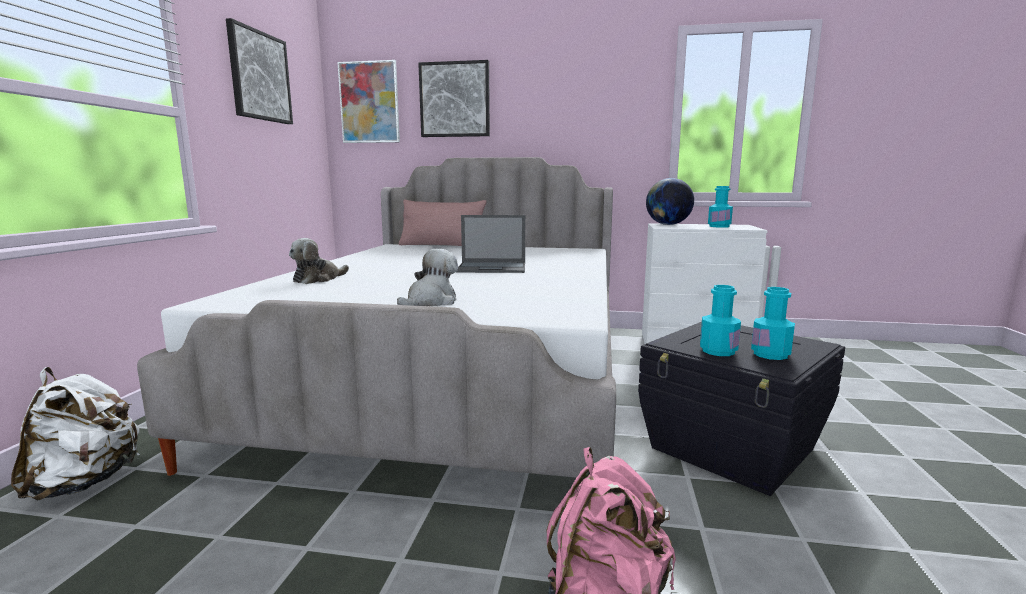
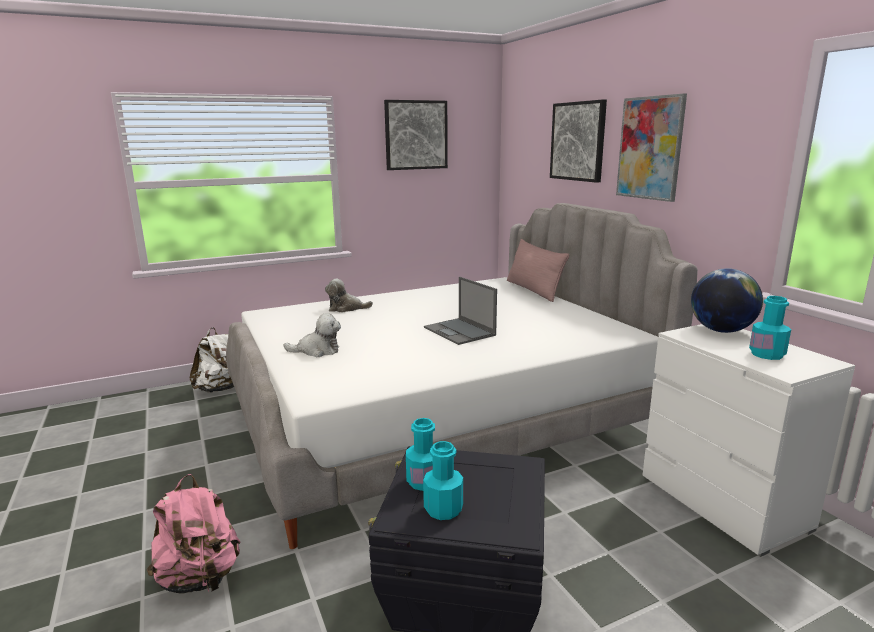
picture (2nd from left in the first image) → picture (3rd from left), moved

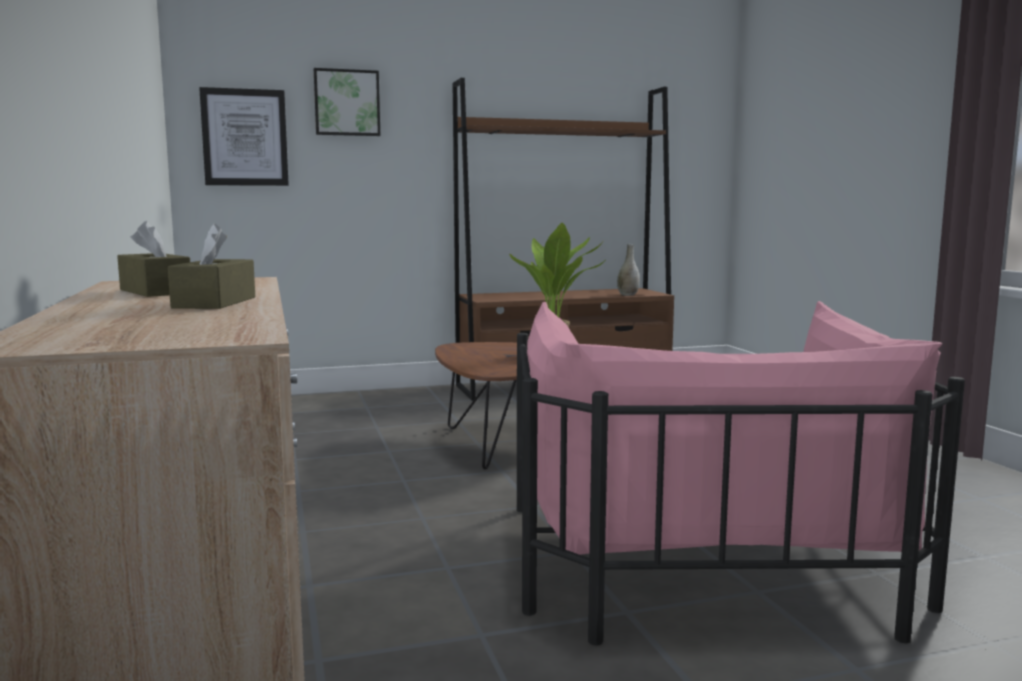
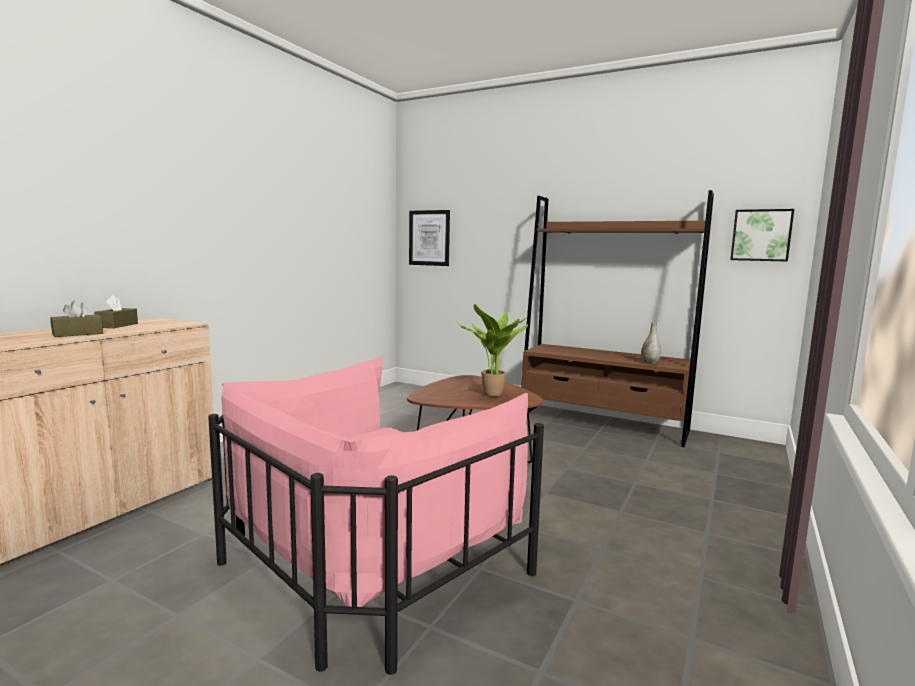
picture (2nd from left), moved

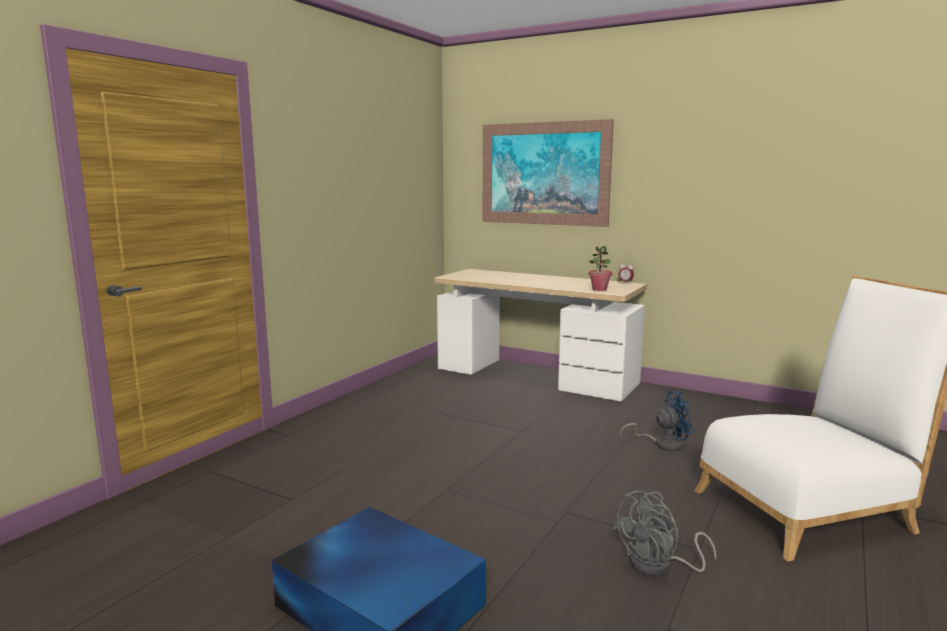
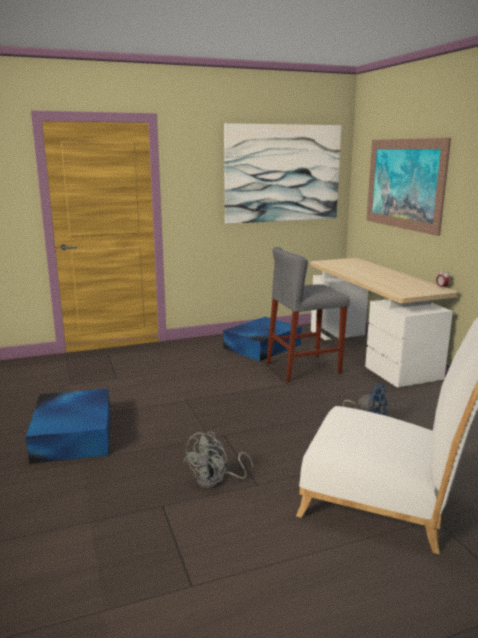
greyish electric fan, 60 degrees counterclockwise
- → bluish storage container (2nd from left)
- → picture (1st from left)
- → greyish stool
potted plant → -

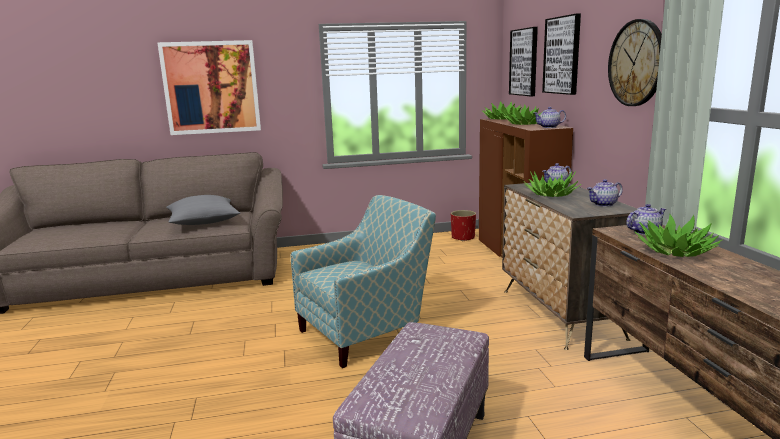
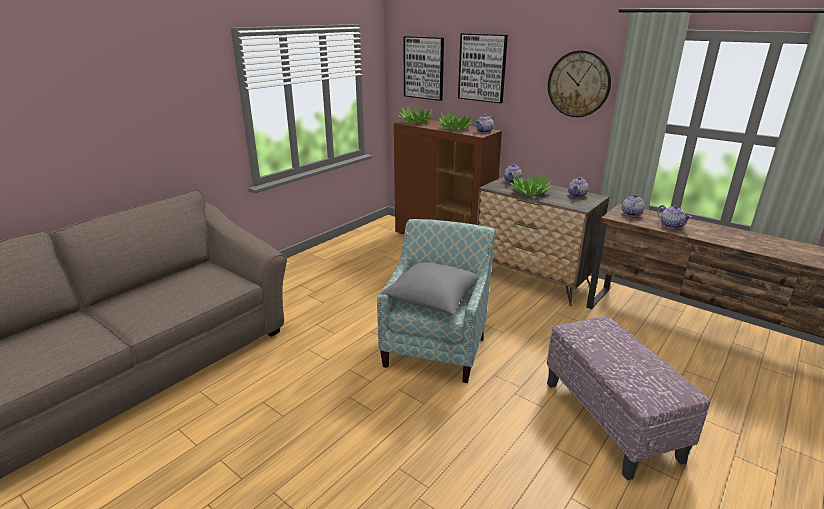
greyish cushion, moved
potted plant (4th from left) → tea pot (5th from left)
picture (1st from left) → -
red flower pot → -

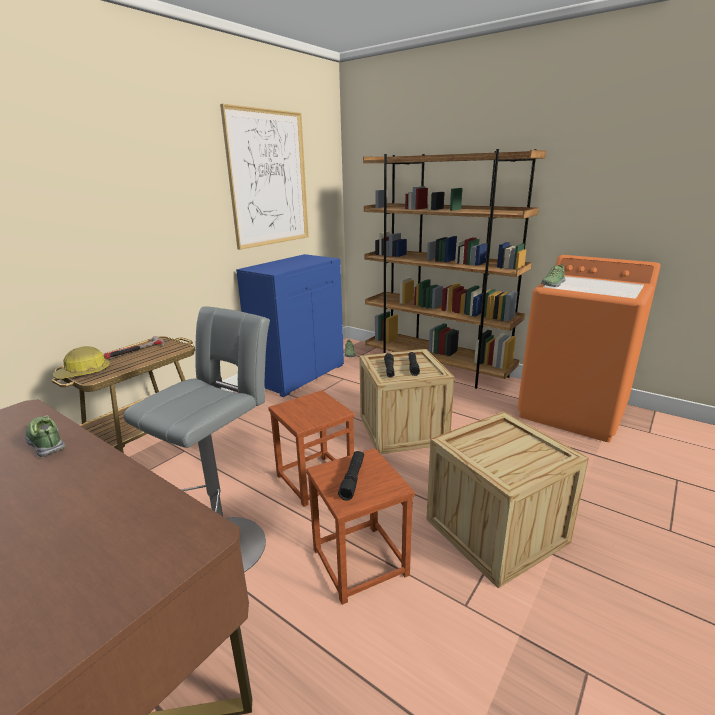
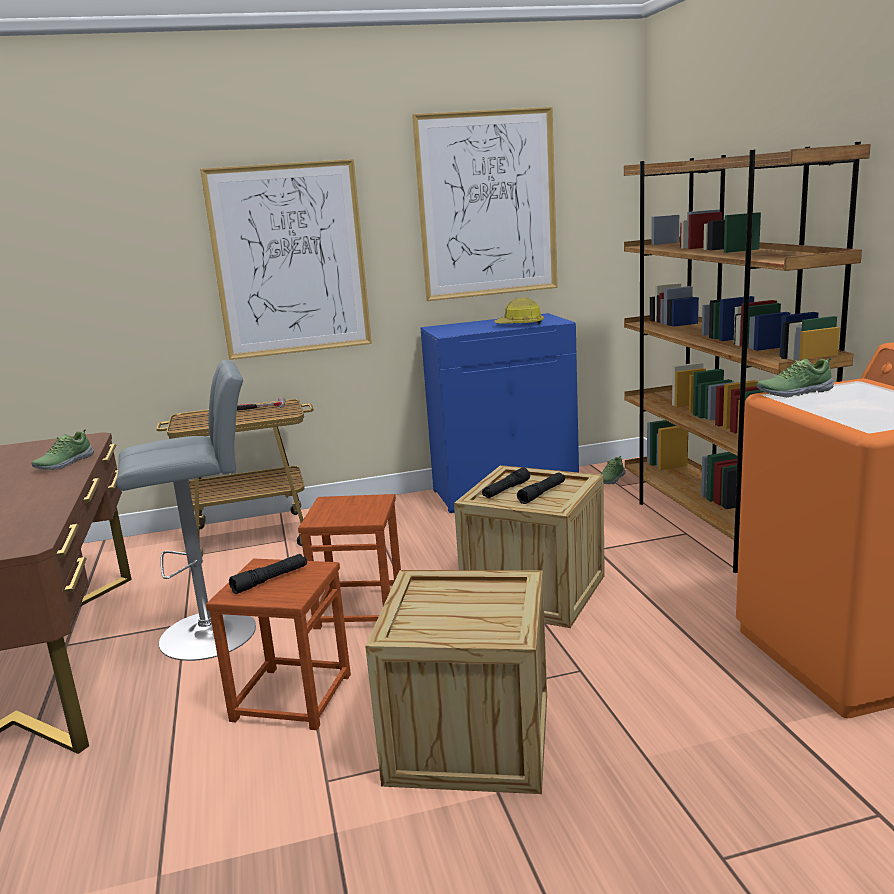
shoe (1st from left), 150 degrees counterclockwise
- → picture (1st from left)
hard hat, moved

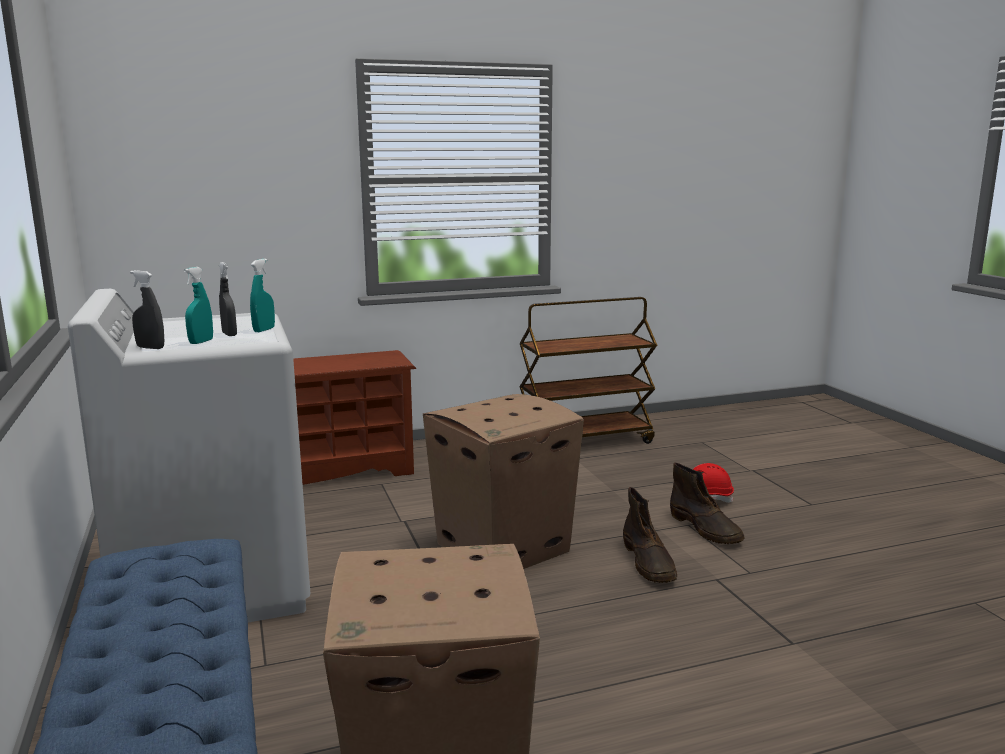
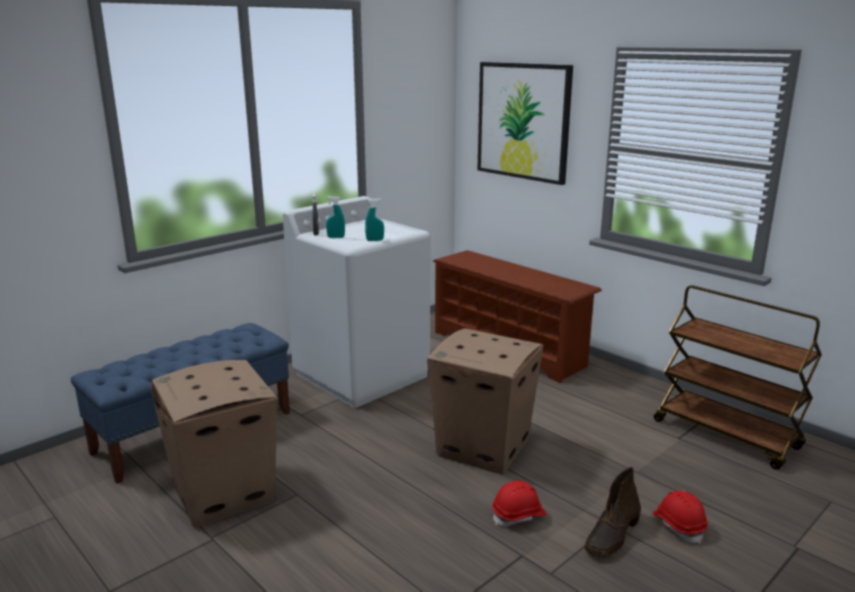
- → picture
brown-coloured boot (1st from left) → red hard hat (1st from left)
greyish spray bottle (2nd from left) → -

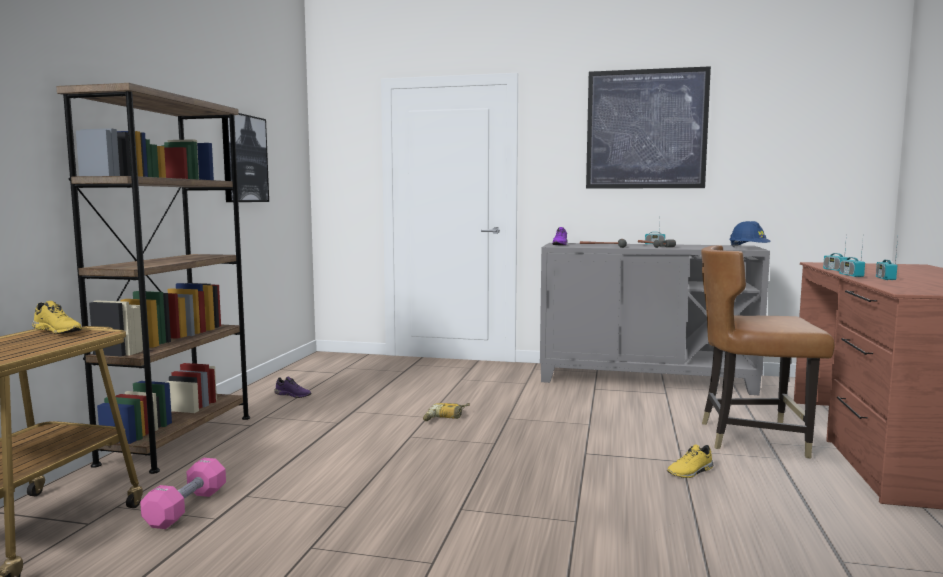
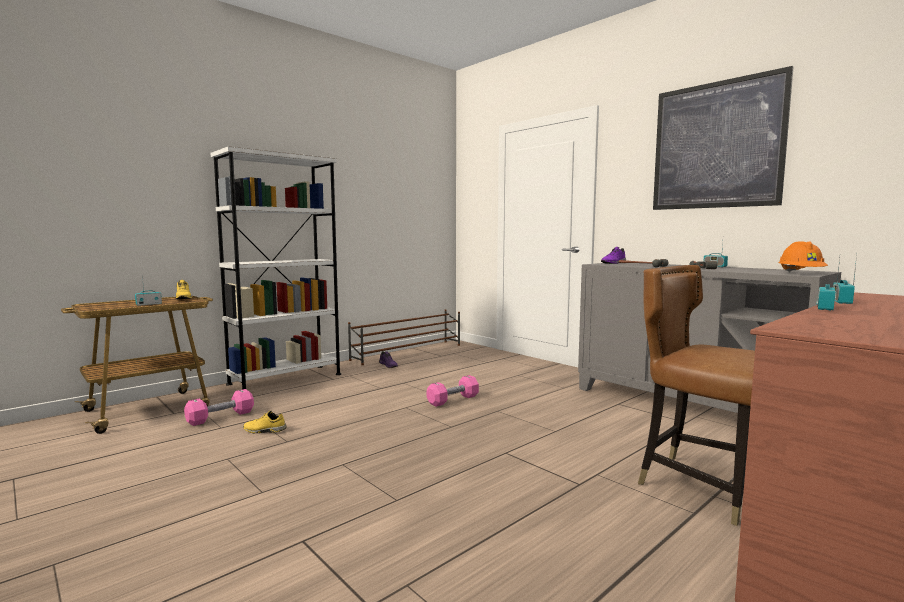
radio (4th from left in the first image) → radio (1st from left), moved
brown-coloured bookcase → white-coloured bookcase
yellowish shoe (2nd from left), moved
- → brown-coloured shoe shelf
electric drill → pink-coloured free weight (2nd from left)
bluish hard hat → orangey hard hat
picture (1st from left) → -

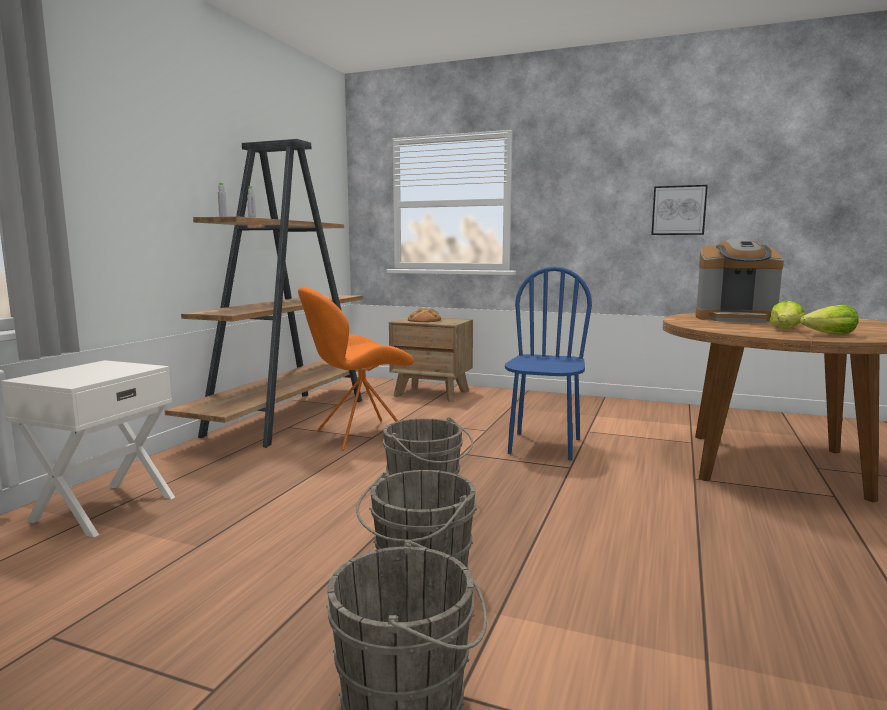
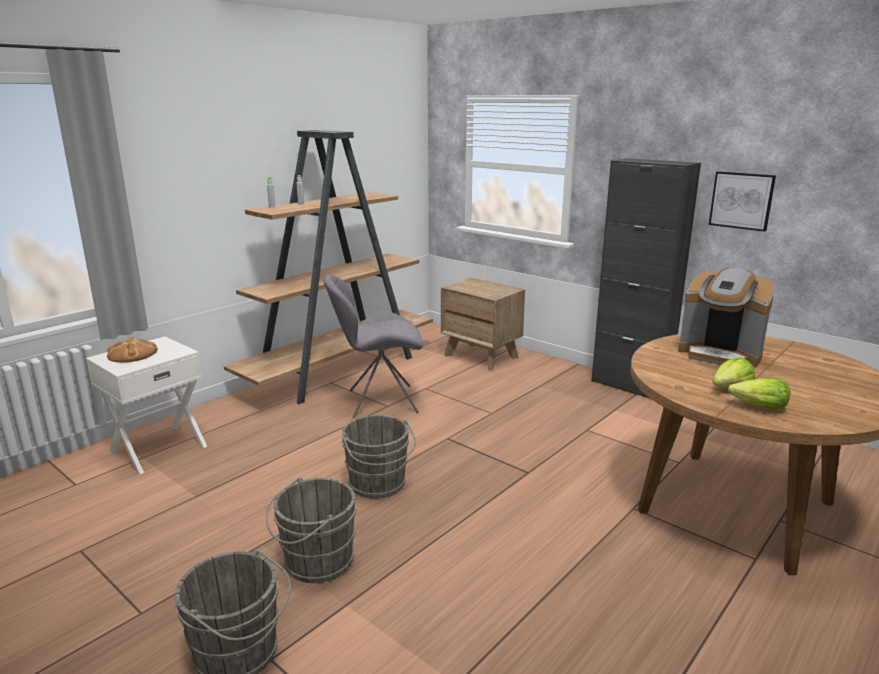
baked bread, moved
orangey chair → greyish chair
- → black-coloured storage cabinet
bluish chair → -

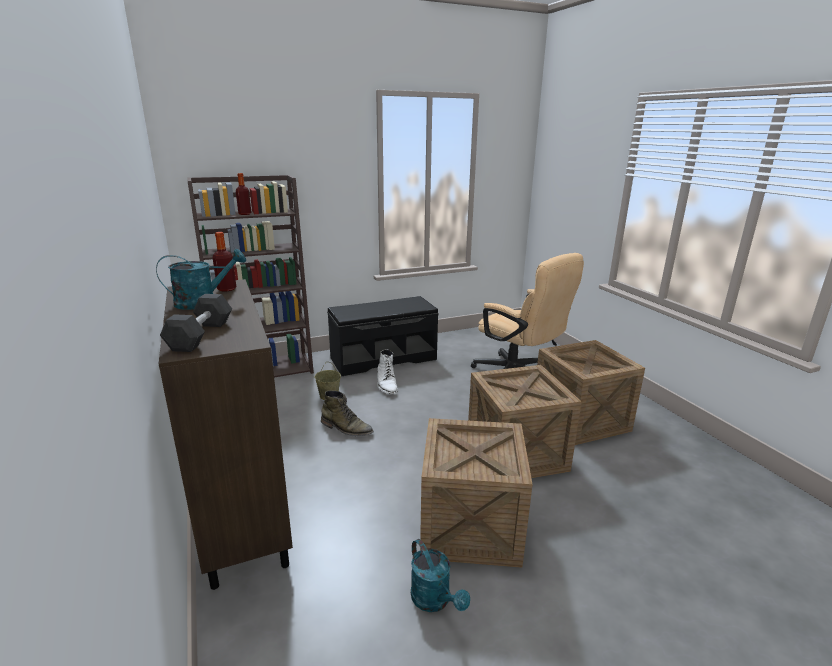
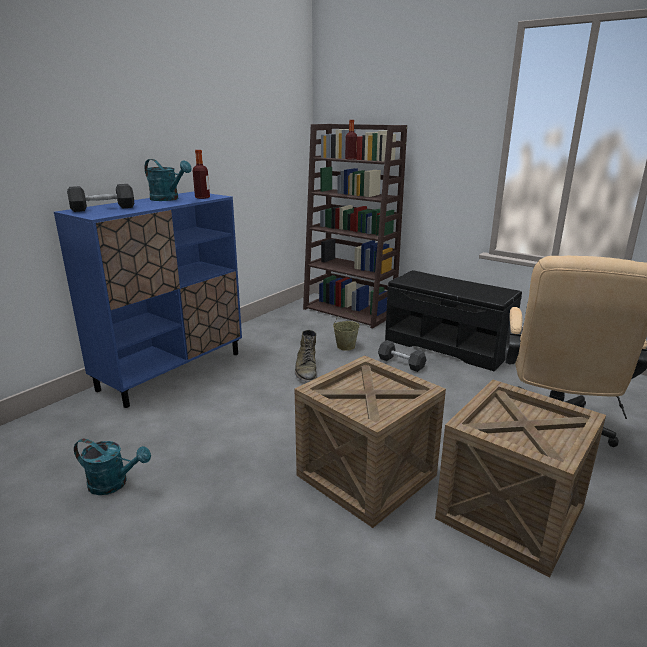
brown-coloured storage cabinet → bluish storage cabinet
turquoise watering can (2nd from left in the first image) → turquoise watering can (1st from left), 105 degrees counterclockwise
white-coloured boot → black-coloured free weight (2nd from left)
packing crate (1st from left) → -

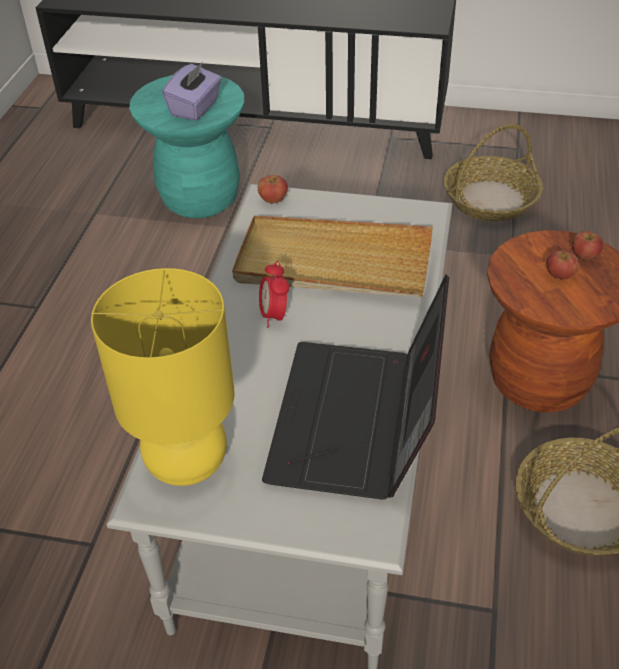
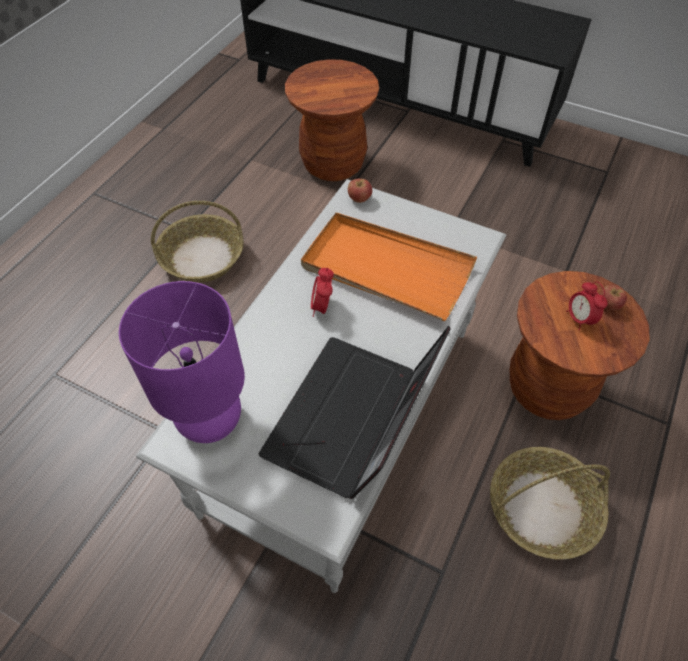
yellowish table lamp → purplish table lamp
basket (1st from left), moved
turquoise stool → brown-coloured stool (1st from left)
beige serving tray → orangey serving tray
apple (2nd from left) → table clock (2nd from left)
purplish box of tissues → -

